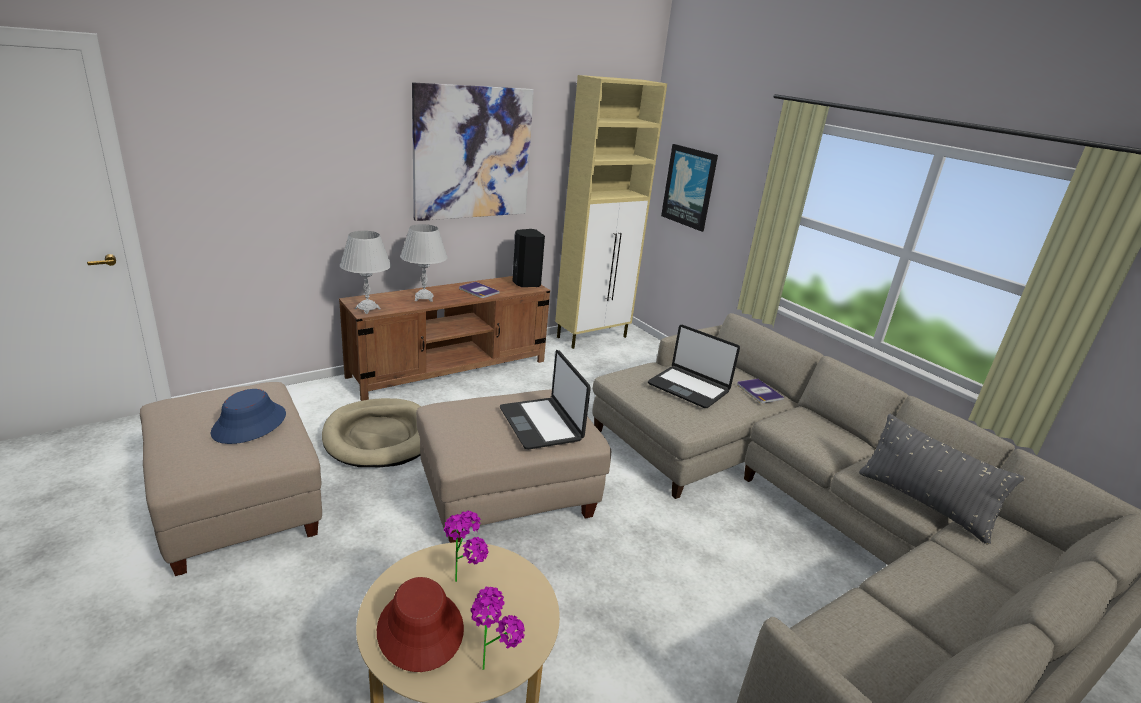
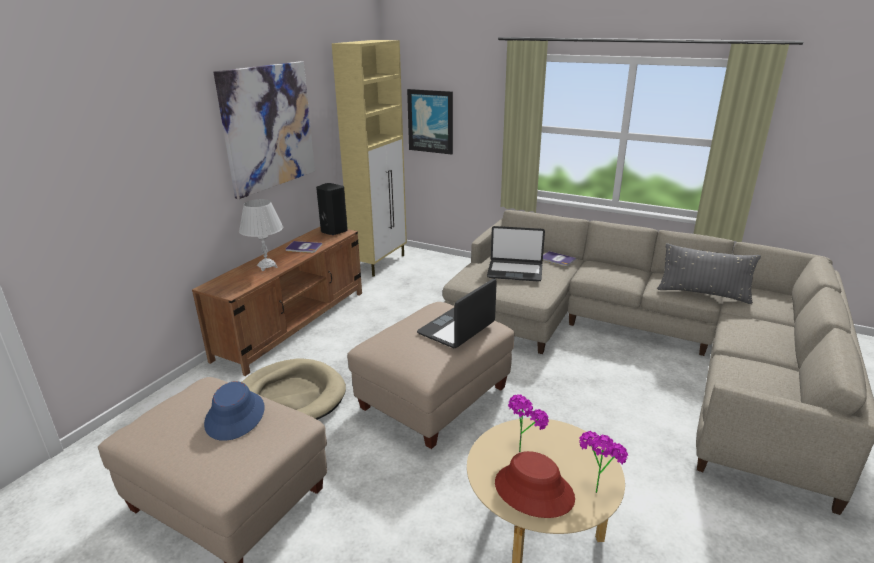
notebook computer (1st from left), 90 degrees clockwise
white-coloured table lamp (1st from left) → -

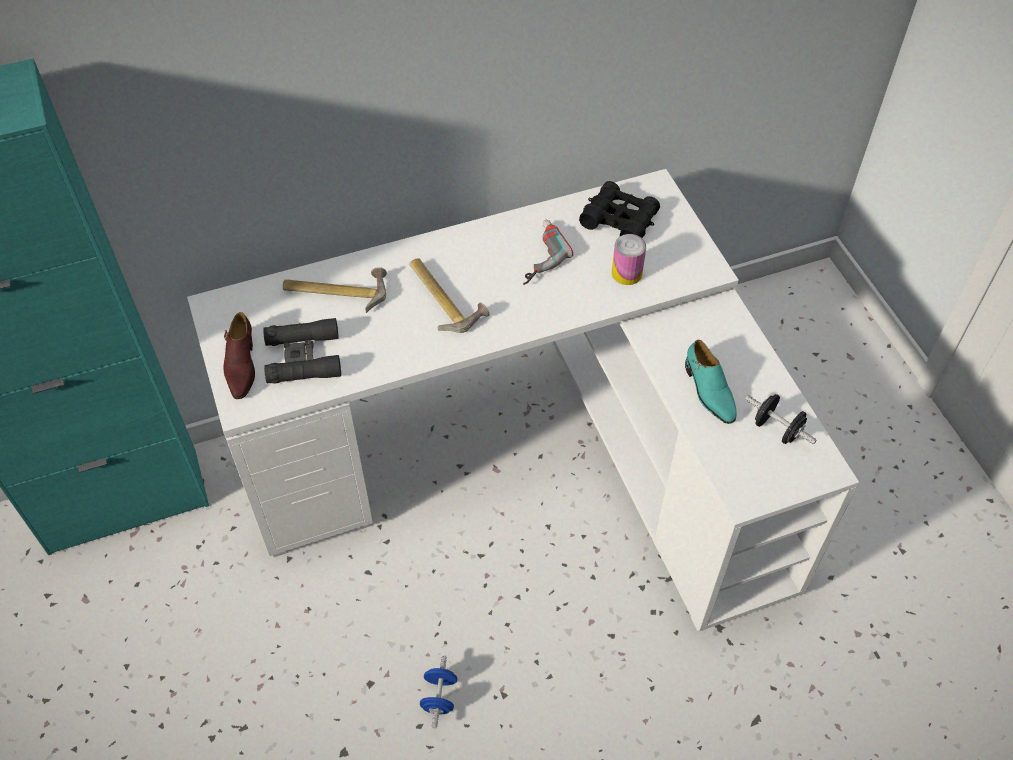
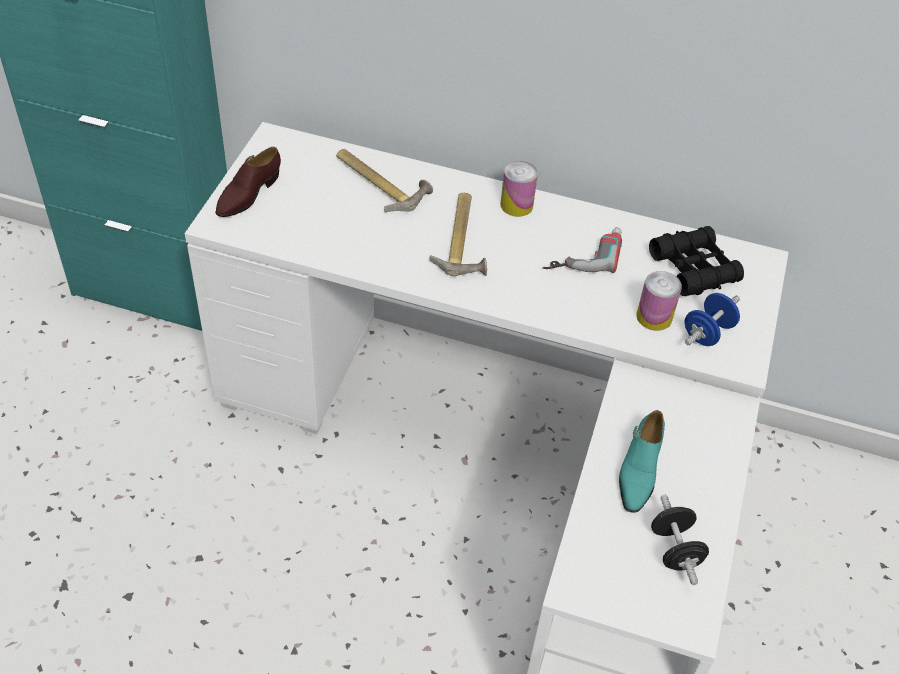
- → can (1st from left)
bluish free weight, moved
black-coloured binoculars (1st from left) → -

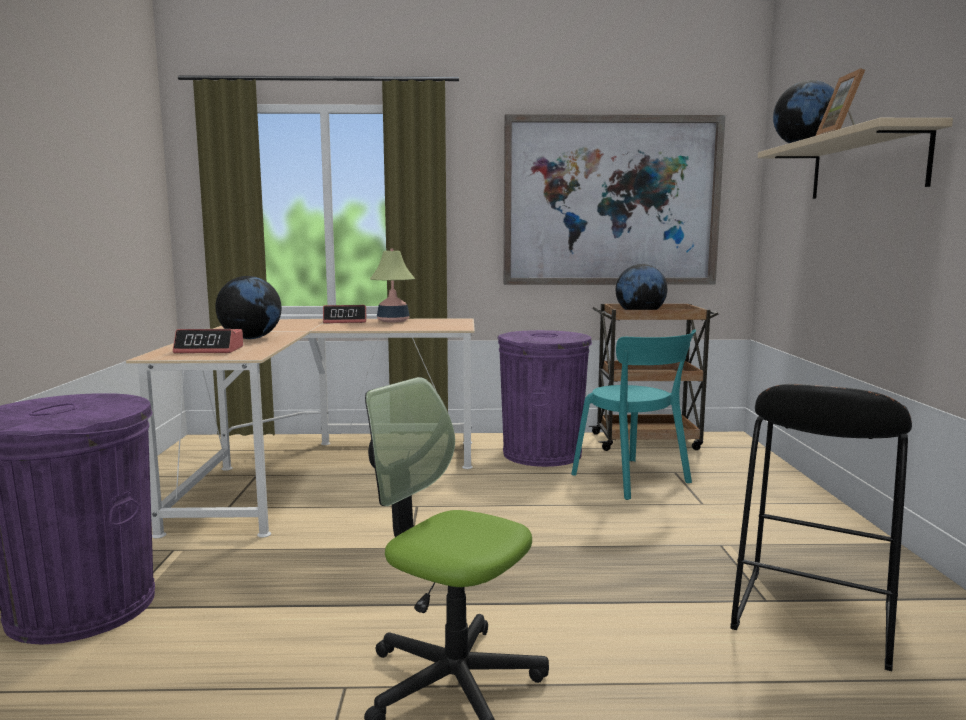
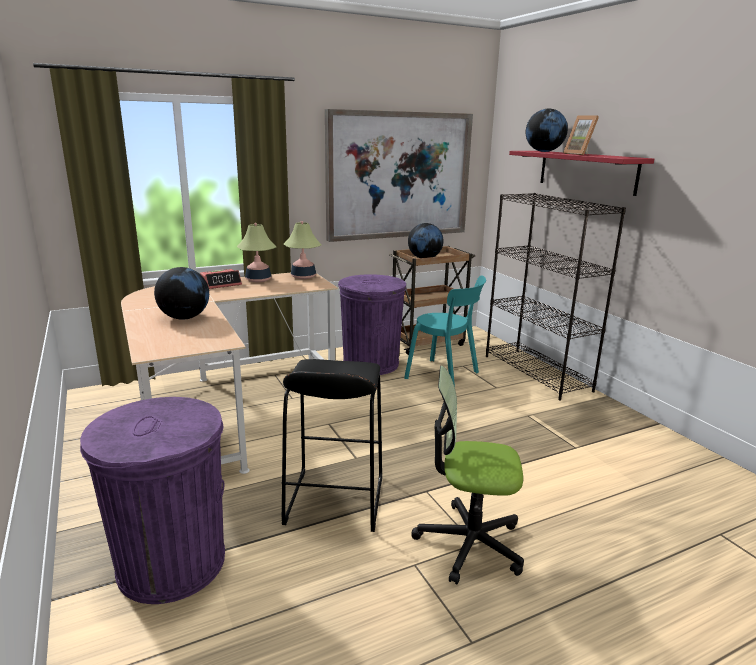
black-coloured stool, moved
- → table lamp (2nd from left)
- → black-coloured bookcase
beige bracket shelf → red bracket shelf
table clock (1st from left) → -

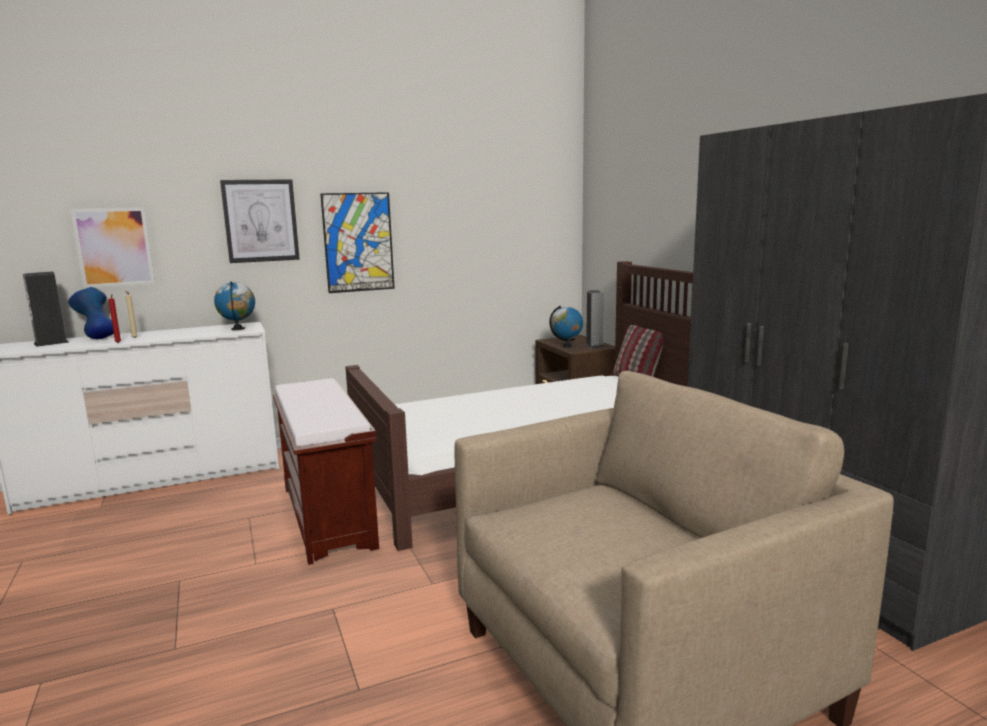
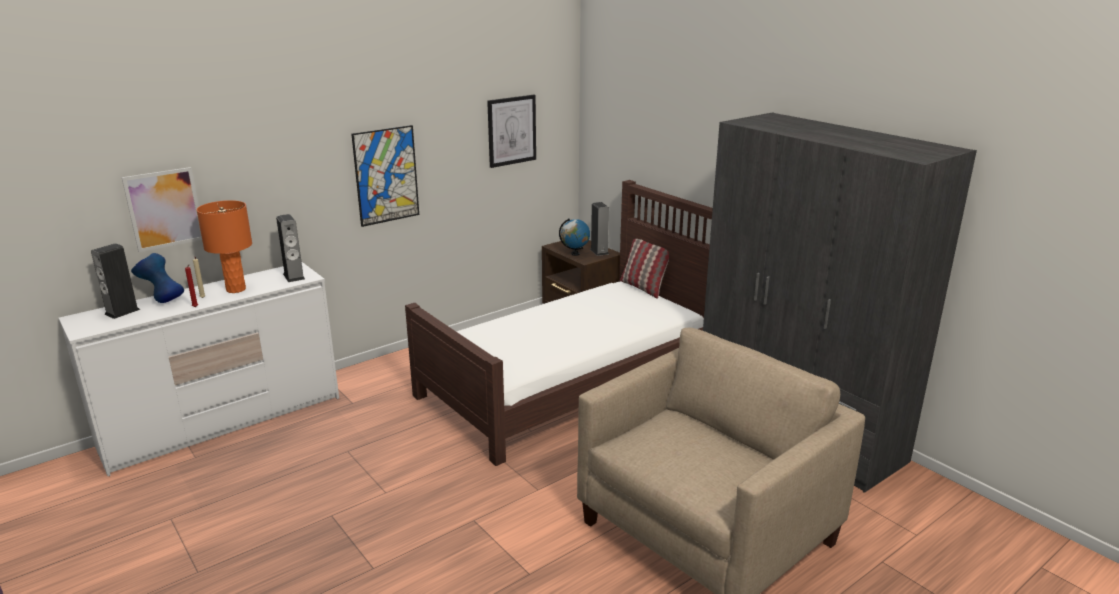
- → orangey table lamp
globe (1st from left) → audio speaker (2nd from left)
picture (2nd from left in the first image) → picture (3rd from left), moved
brown-coloured indoor bench → -

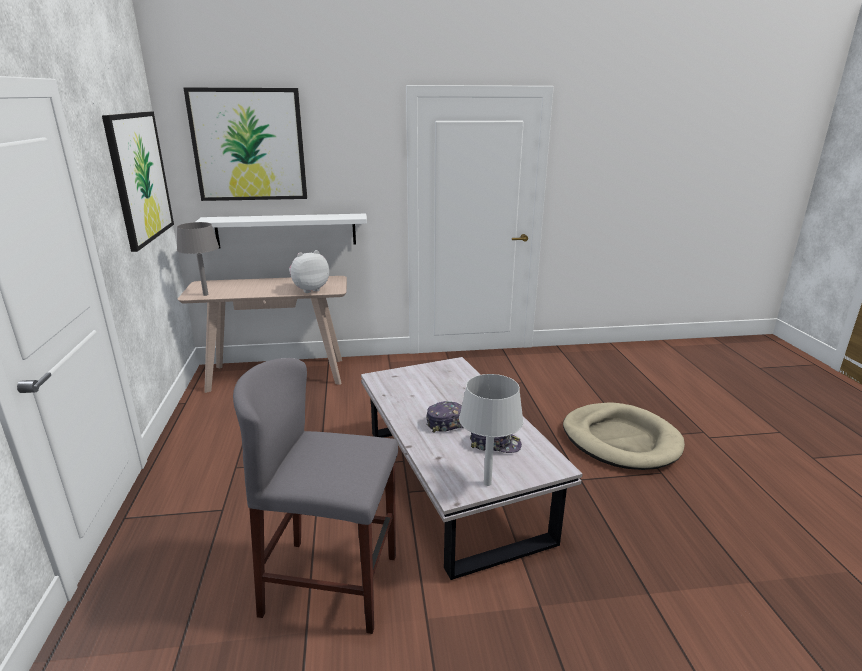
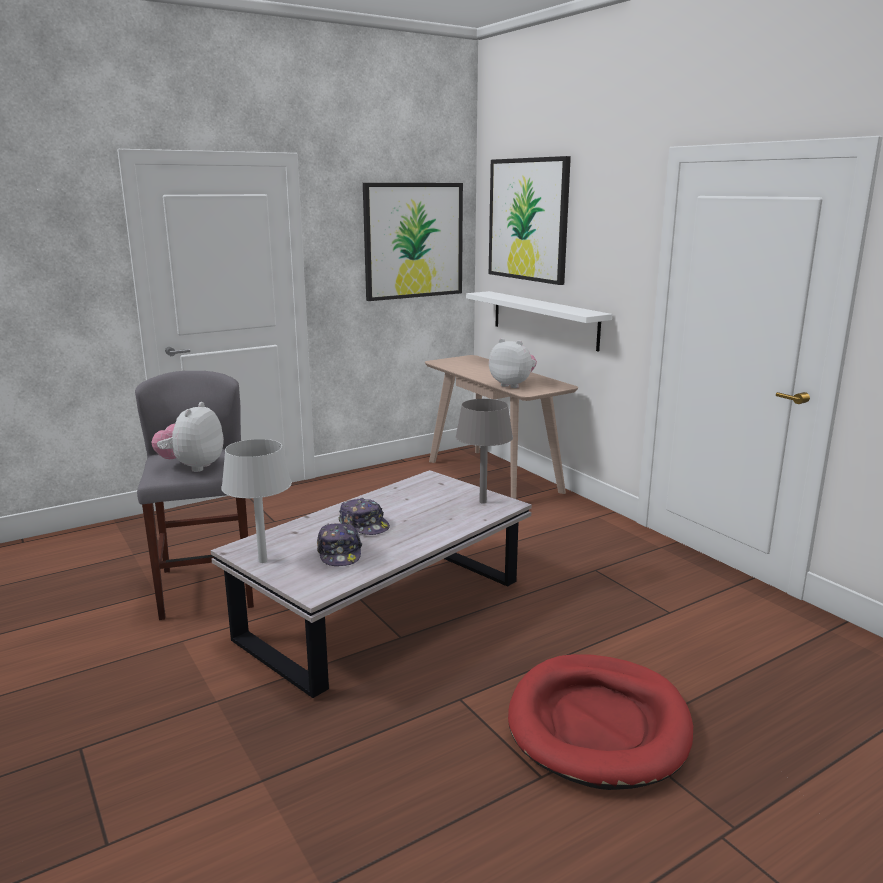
- → soft toy (1st from left)
greyish table lamp (1st from left in the first image) → greyish table lamp (2nd from left), moved
beige pet bed → red pet bed

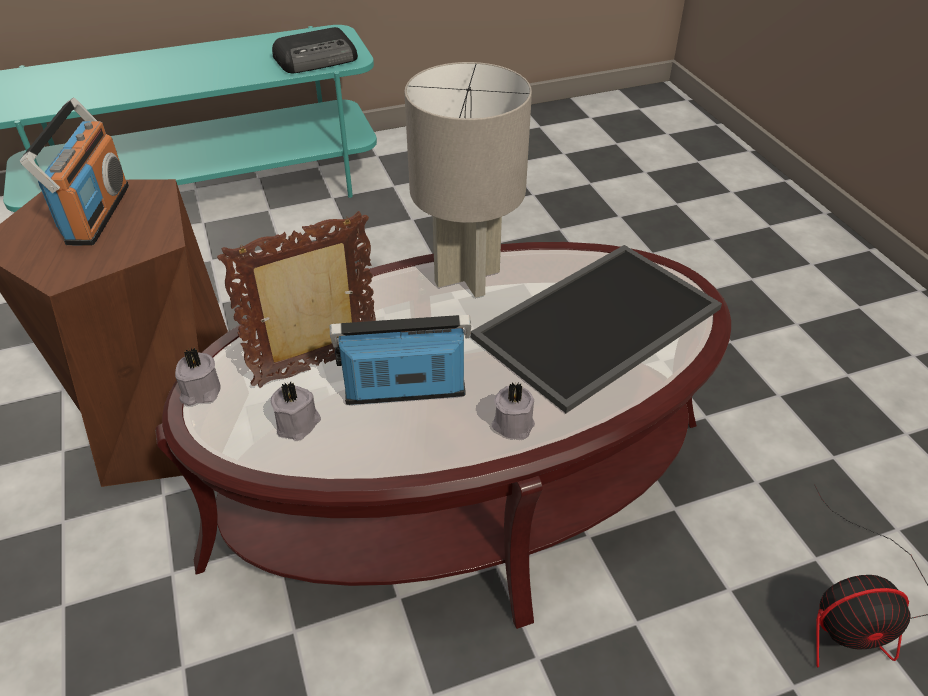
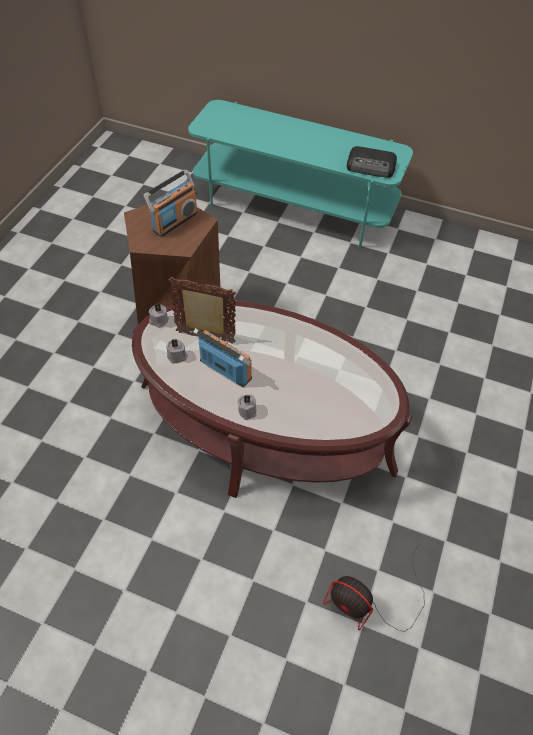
greyish table lamp → -
serving tray → -

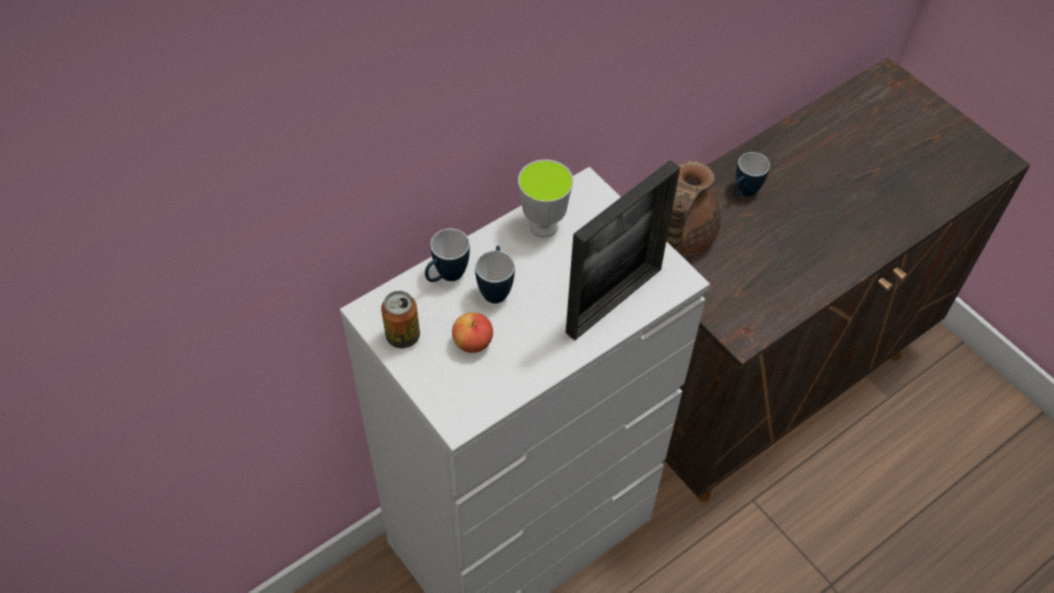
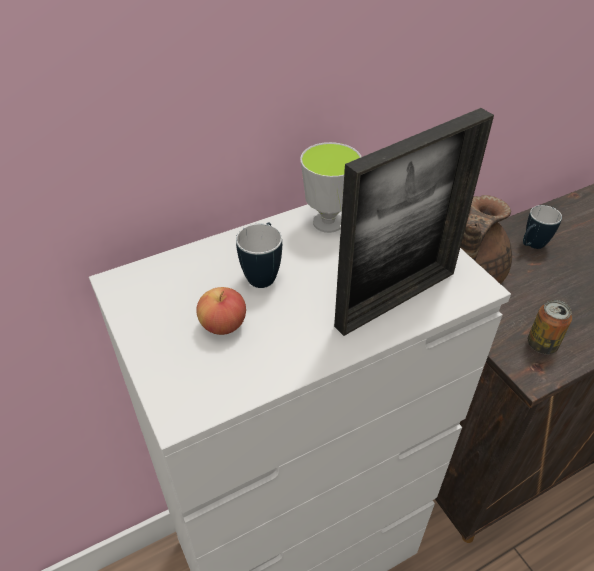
can, moved
mug (1st from left) → -

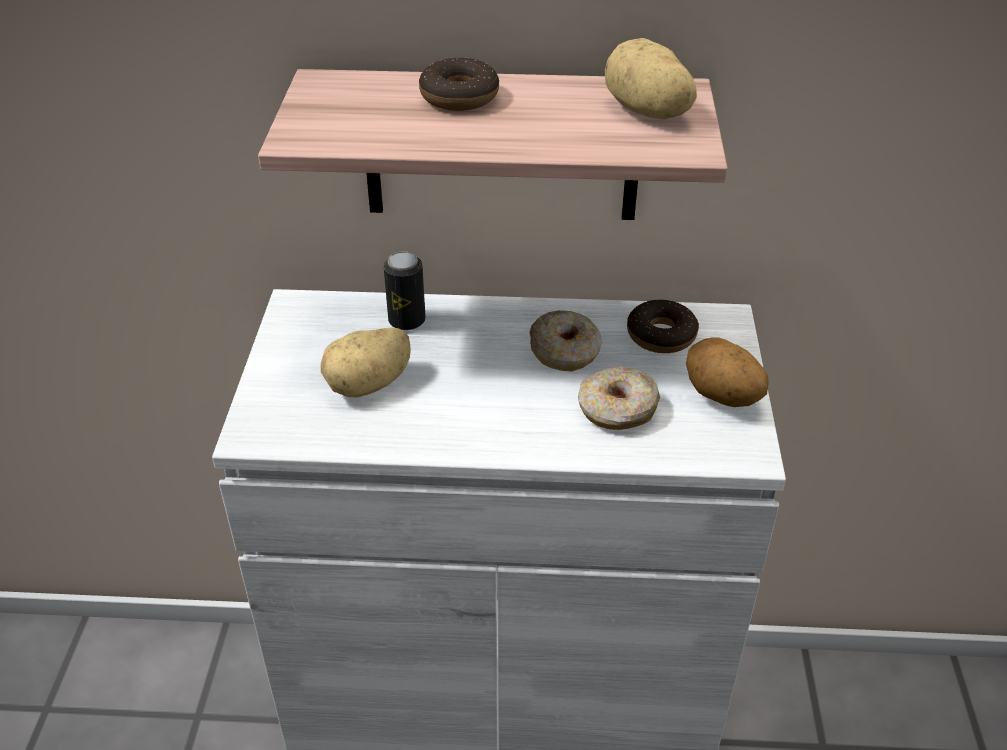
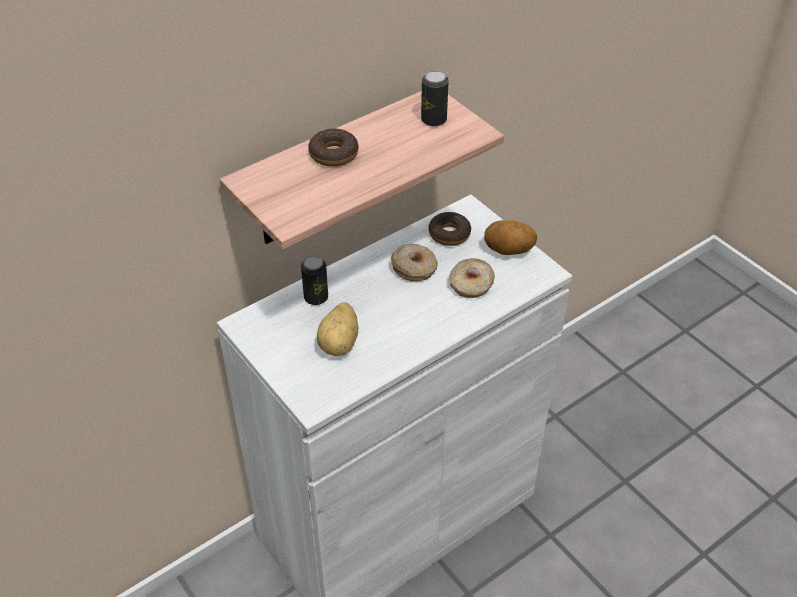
potato (2nd from left) → can (2nd from left)

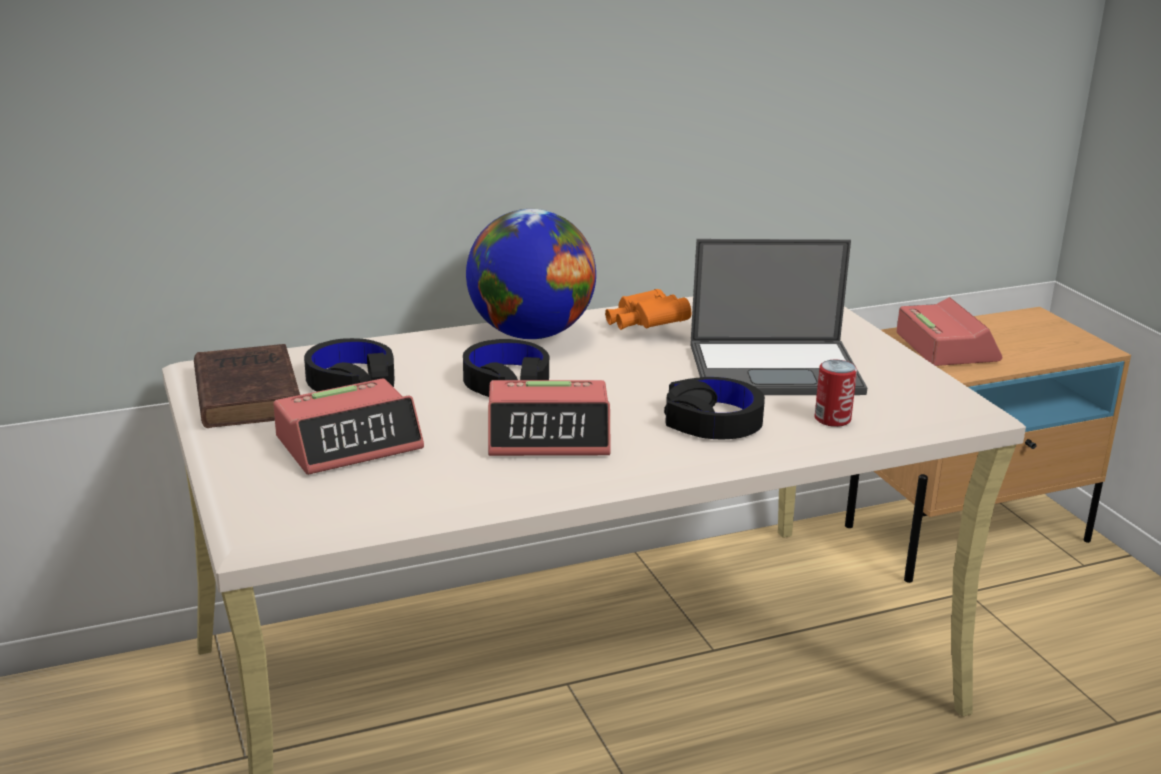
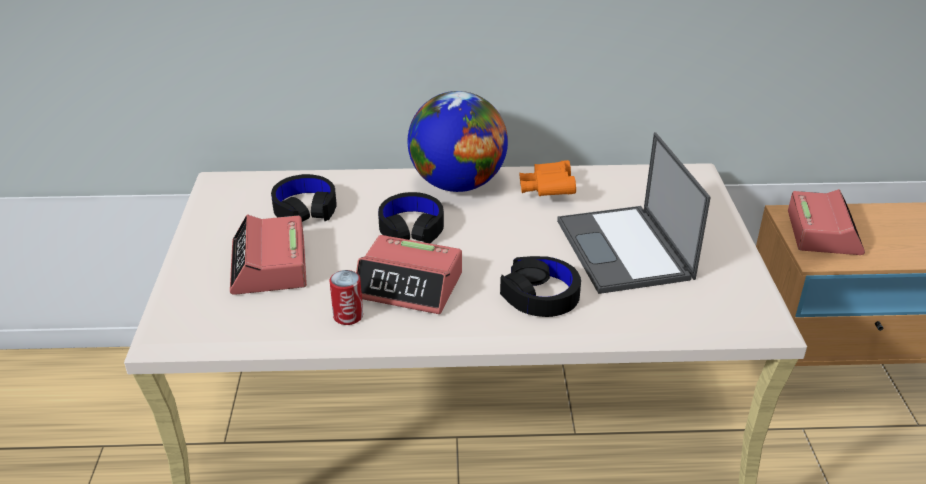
table clock (1st from left), 90 degrees clockwise
can, moved
notebook computer, 60 degrees clockwise
brown-coloured volume → -

